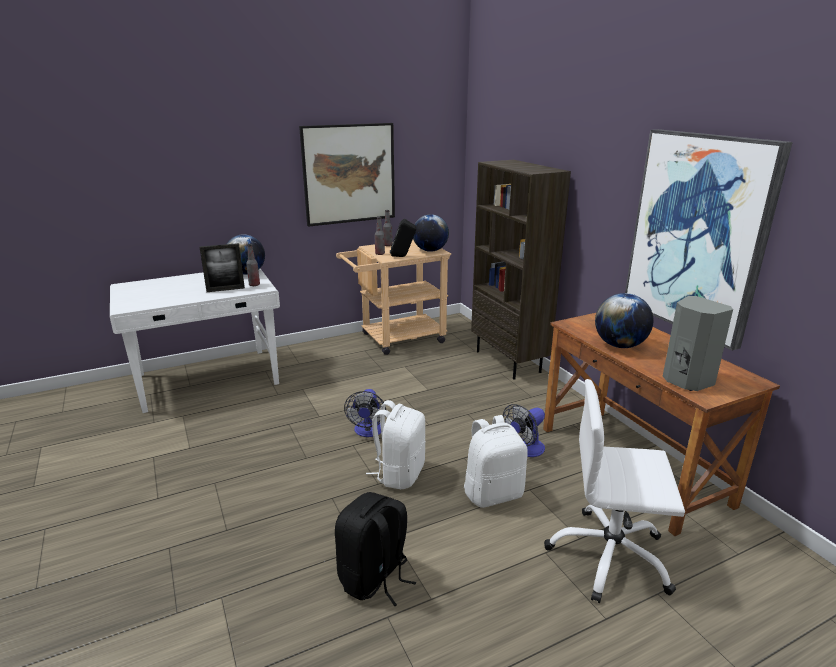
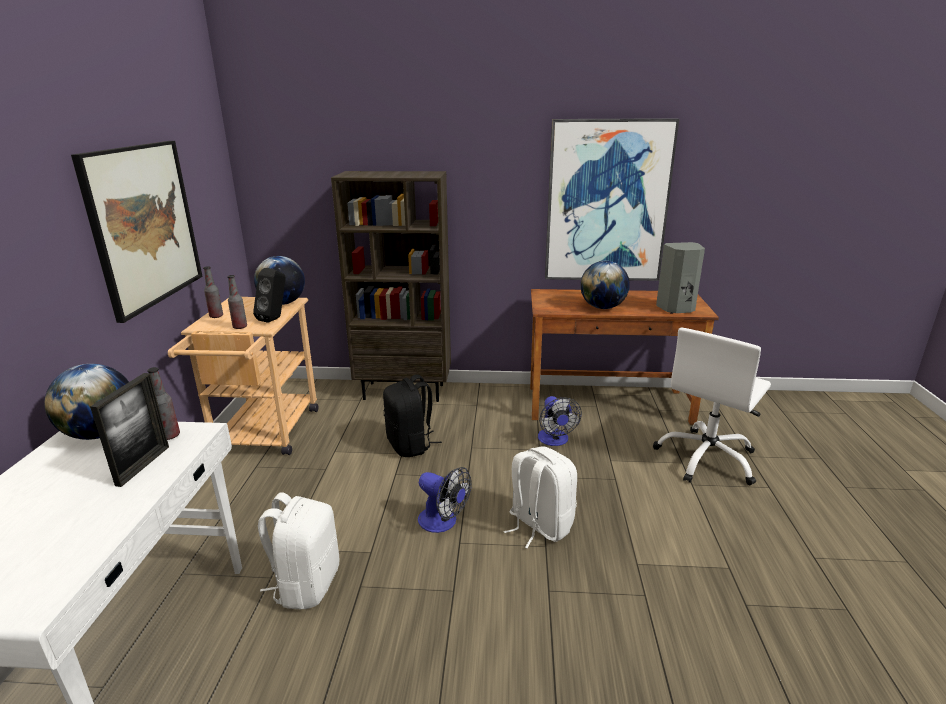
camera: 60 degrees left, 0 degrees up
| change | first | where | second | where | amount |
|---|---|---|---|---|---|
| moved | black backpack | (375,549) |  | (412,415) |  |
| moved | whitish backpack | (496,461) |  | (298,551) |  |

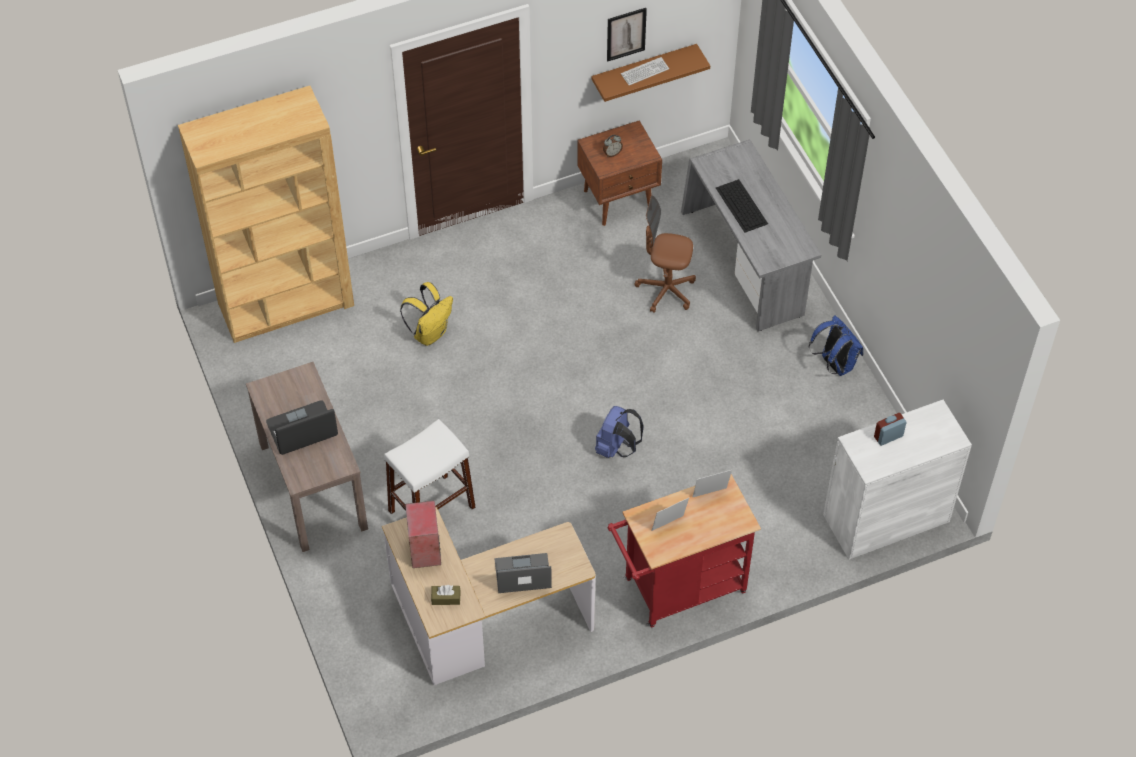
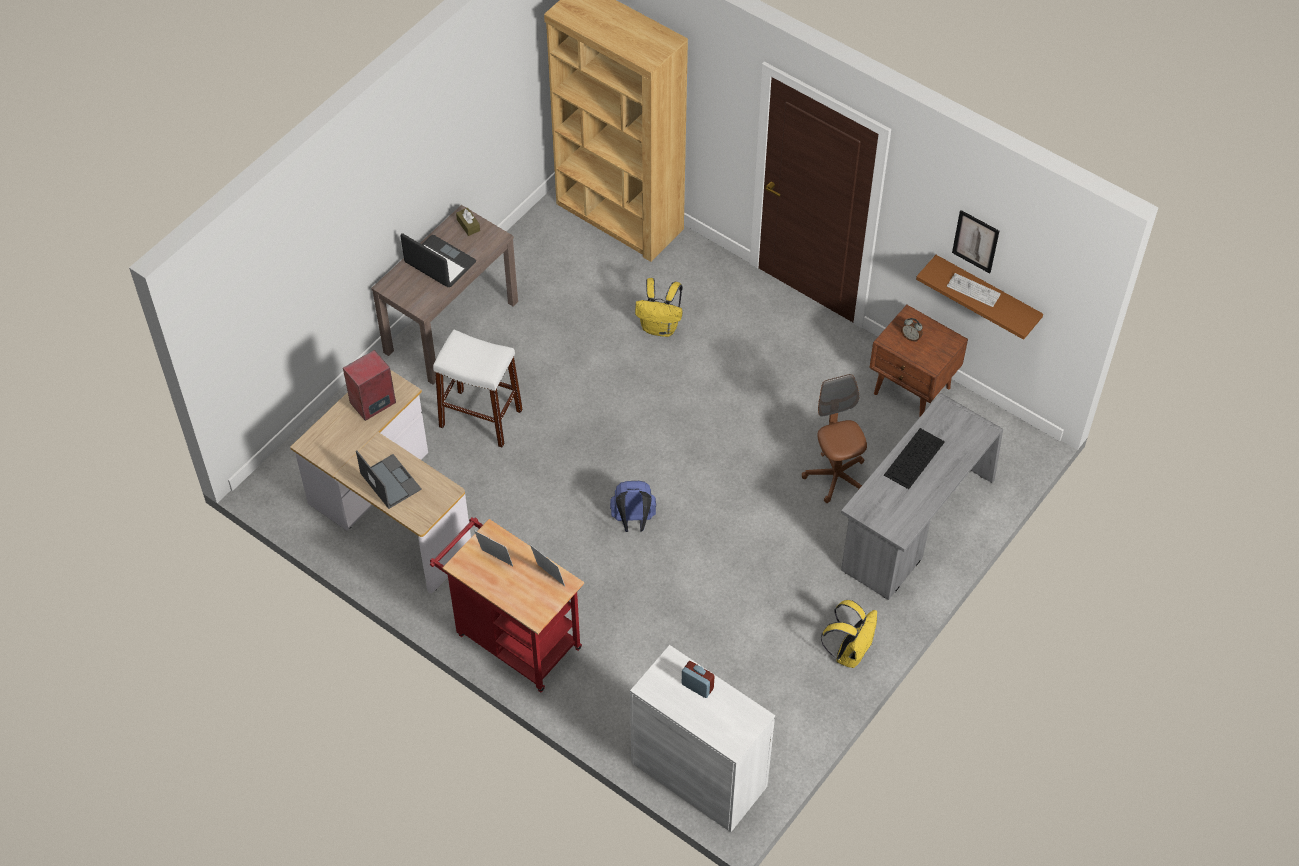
camera: 60 degrees right, 0 degrees up
| change | first | where | second | where | amount |
|---|---|---|---|---|---|
| moved | brown tissue holder | (445,595) |  | (468,222) |  |
| recoloured | blue backpack | (836,345) | yellow backpack | (849,634) |  |

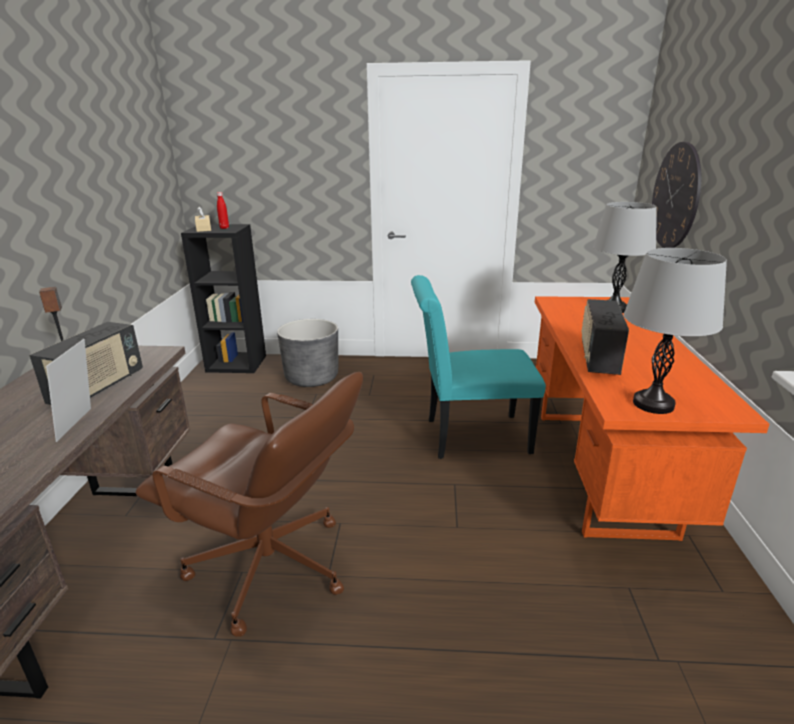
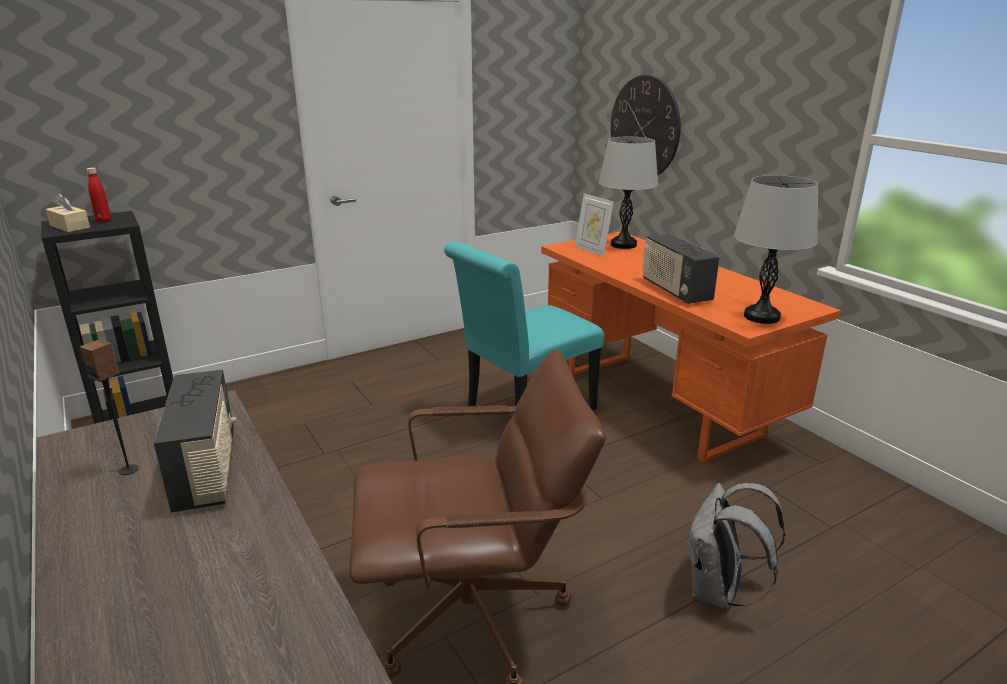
camera: 35 degrees left, 0 degrees up
| change | first | where | second | where | amount |
|---|---|---|---|---|---|
| removed | greyish plant pot | (307,353) |  |  |  |
| added |  |  | greyish backpack | (736,546) |  |
| moved | photo frame | (68,390) |  | (594,224) |  |

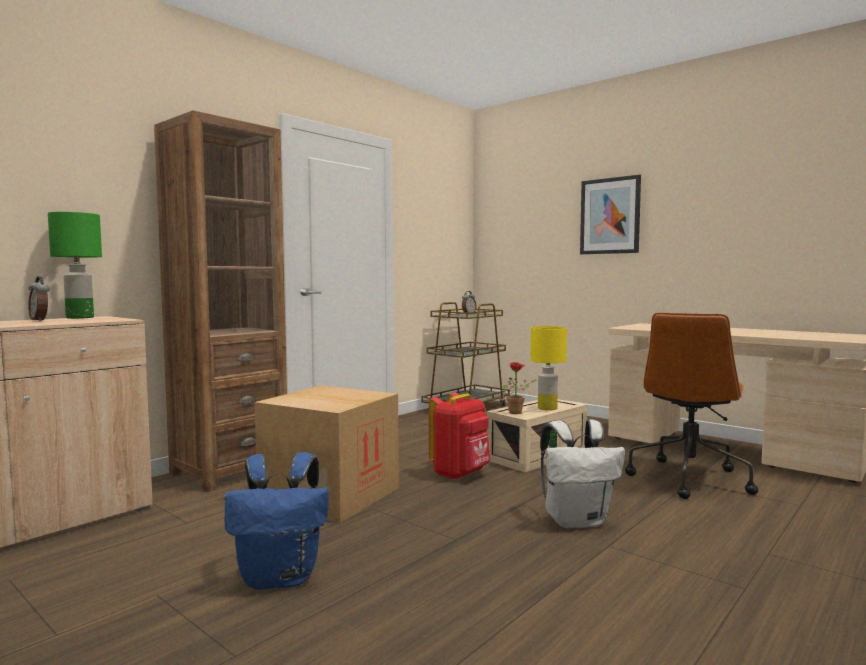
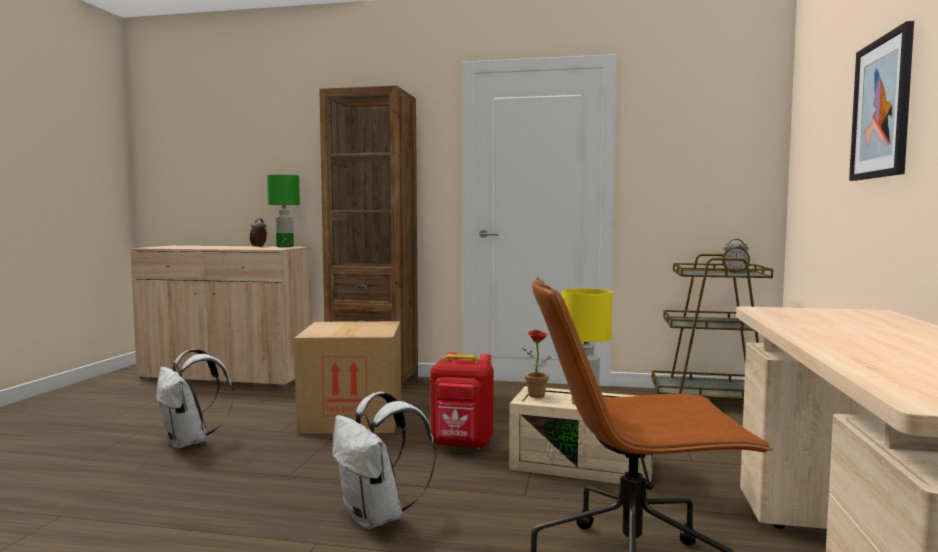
camera: 60 degrees right, 0 degrees up
| change | first | where | second | where | amount |
|---|---|---|---|---|---|
| recoloured | blue backpack | (276,521) | whitish backpack | (195,398) |  |

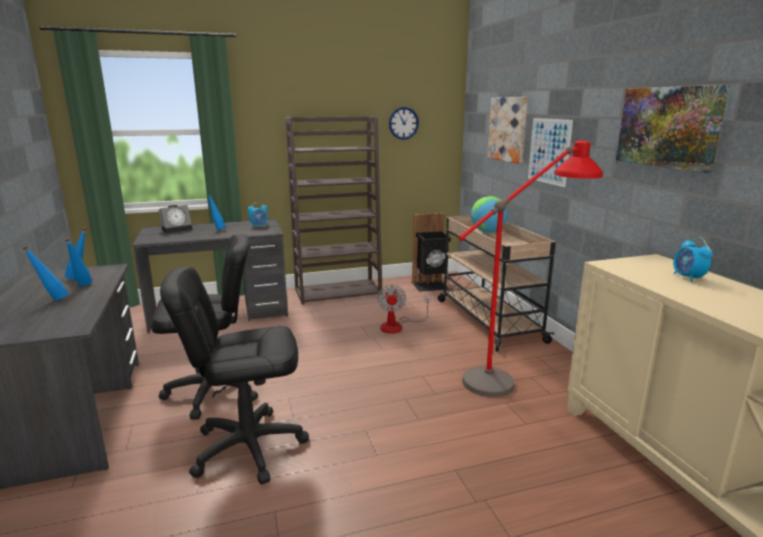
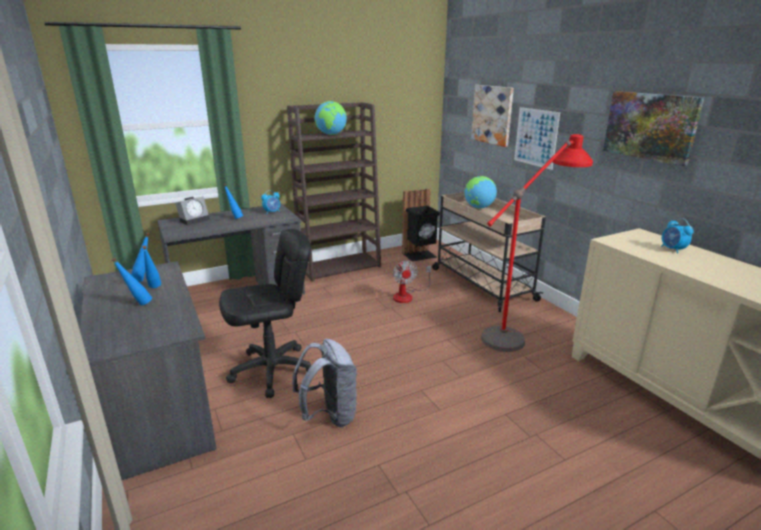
camera: 10 degrees left, 5 degrees up
| change | first | where | second | where | amount |
|---|---|---|---|---|---|
| removed | hanging clock | (404,123) |  |  |  |
| added |  |  | globe | (330,118) |  |
| replaced | black desk chair | (234,375) | greyish backpack | (325,383) |  |

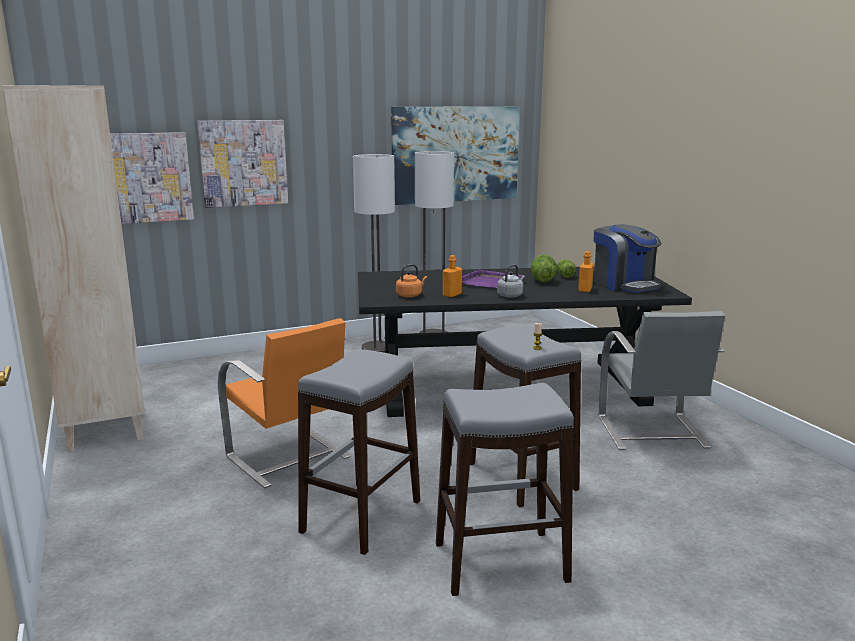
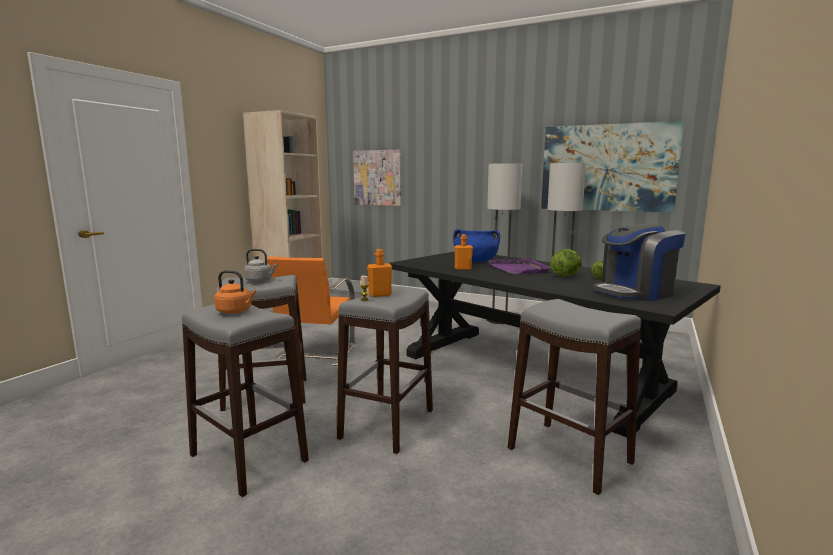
camera: 50 degrees right, 5 degrees down
| change | first | where | second | where | amount |
|---|---|---|---|---|---|
| removed | picture | (242,164) |  |  |  |
| added |  |  | blue cooking pot | (476,245) |  |
| moved | orangey tea kettle | (411,281) |  | (235,292) |  |
| moved | greyish tea kettle | (511,281) |  | (260,265) |  |
| moved | orangey drink bottle | (586,271) |  | (379,273) |  |
| replaced | greyish plain chair | (662,380) | greyish sitting stool | (575,397) |  |
| turned | coffee maker | (628,258) |  | (639,262) | 45 degrees clockwise |

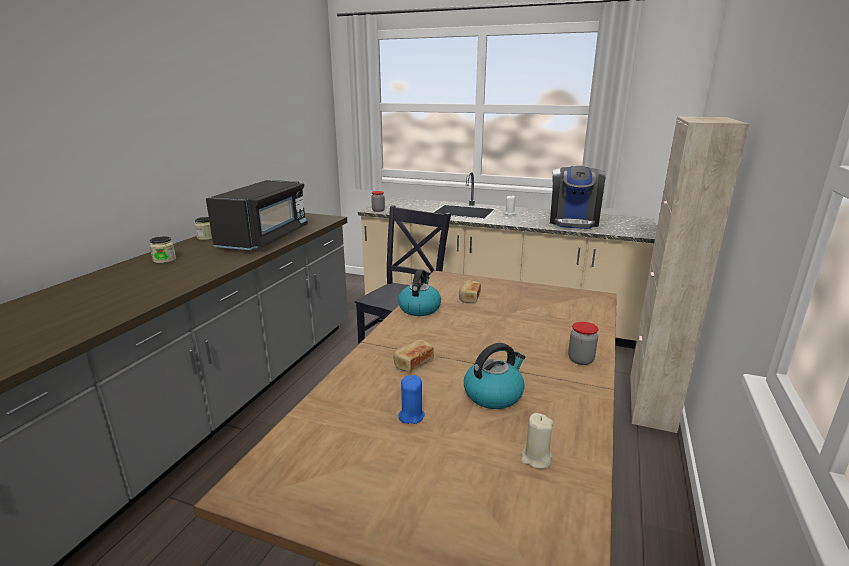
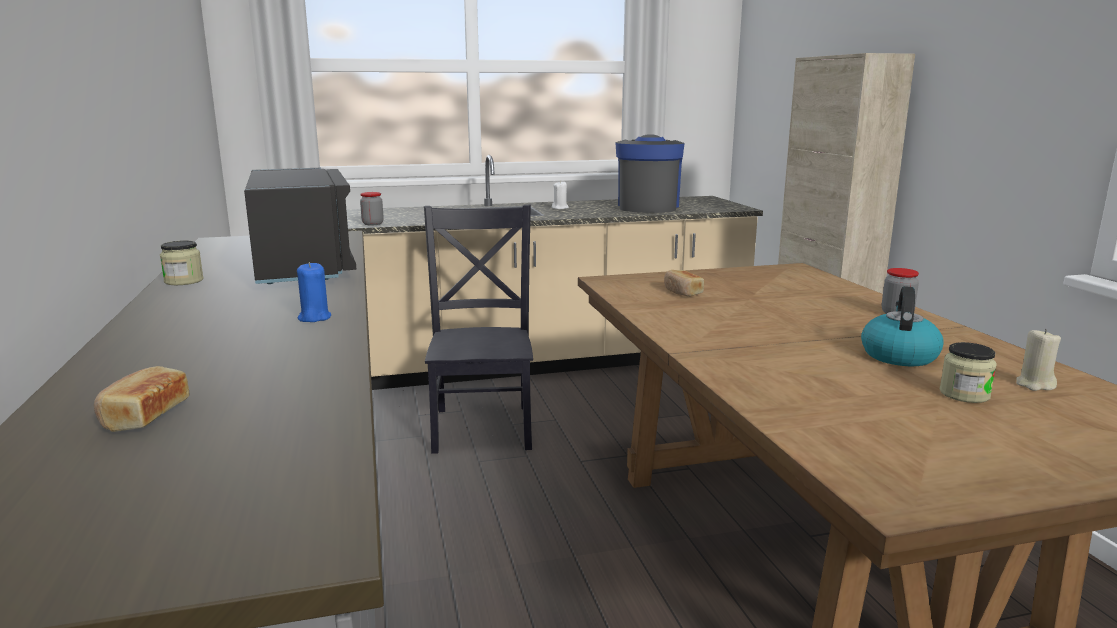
camera: 35 degrees left, 5 degrees down
| change | first | where | second | where | amount |
|---|---|---|---|---|---|
| removed | tea kettle | (419,292) |  |  |  |
| moved | storage jar | (163,249) |  | (968,372) |  |
| moved | bakery bread | (413,356) |  | (141,399) |  |
| moved | blue wax candle | (411,399) |  | (314,292) |  |
| turned | coffee maker | (578,197) |  | (650,174) | 150 degrees counterclockwise |

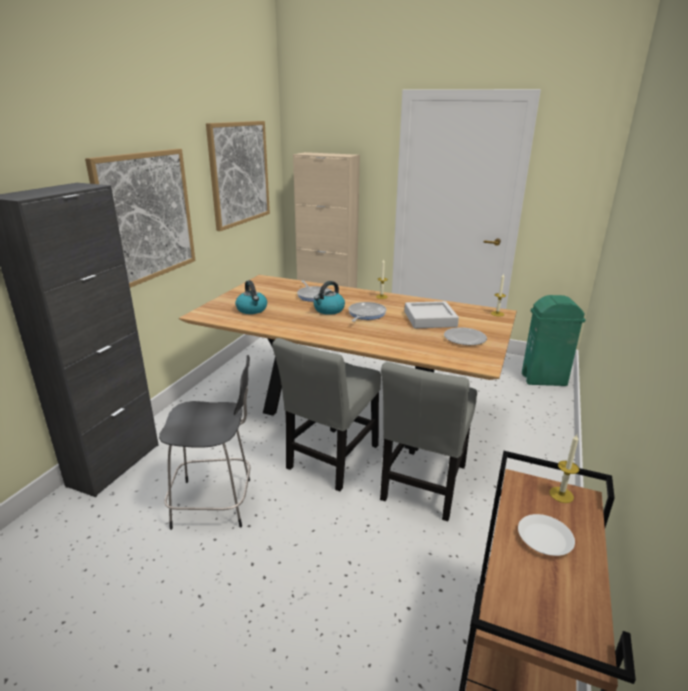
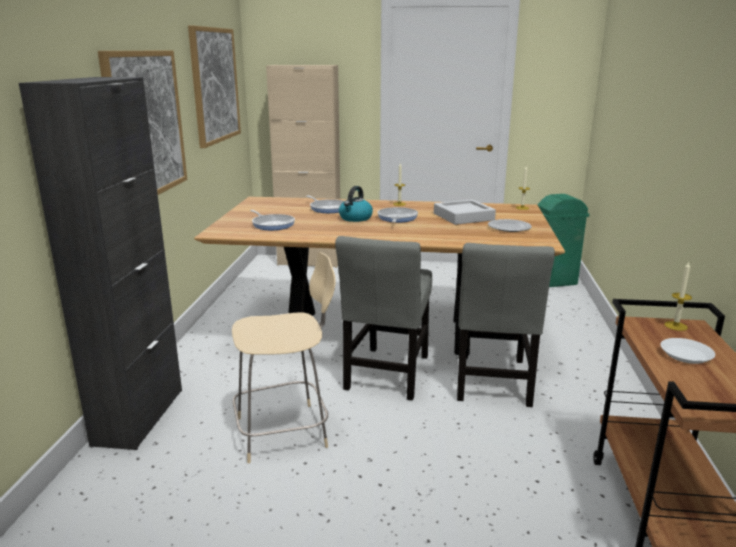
camera: 15 degrees left, 5 degrees down
| change | first | where | second | where | amount |
|---|---|---|---|---|---|
| replaced | tea kettle | (251,297) | pan | (272,220) |  |
| recoloured | black sitting stool | (204,442) | sand-coloured sitting stool | (284,357) |  |

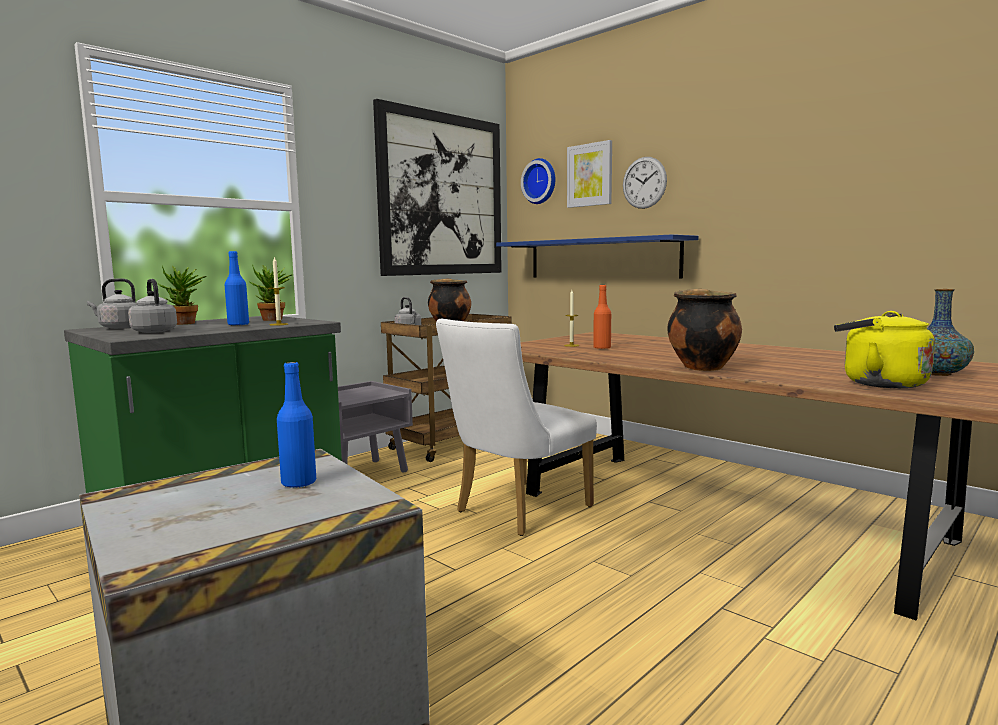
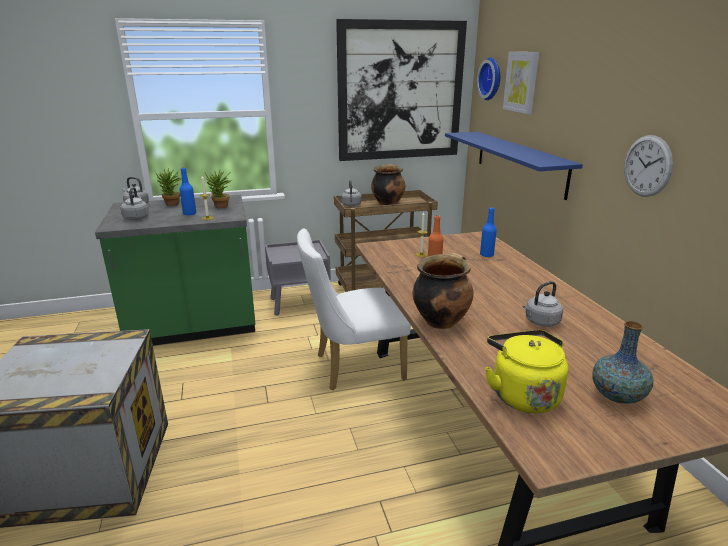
camera: 30 degrees right, 15 degrees up
| change | first | where | second | where | amount |
|---|---|---|---|---|---|
| added |  |  | greyish tea kettle | (543,304) |  |
| moved | blue drink bottle | (296,425) |  | (488,232) |  |
| moved | hanging clock | (645,183) |  | (648,166) |  |

